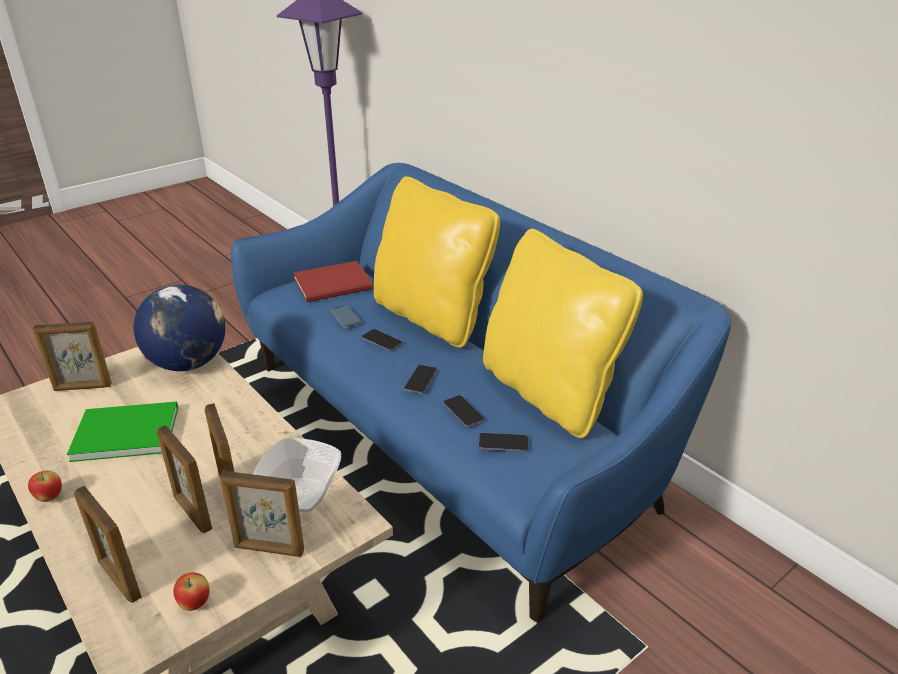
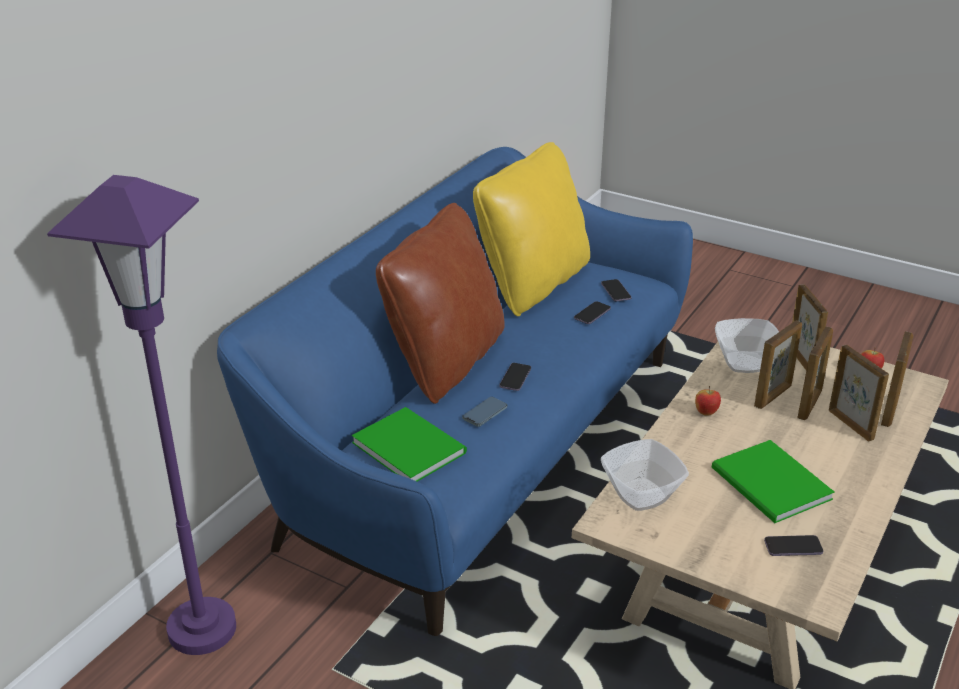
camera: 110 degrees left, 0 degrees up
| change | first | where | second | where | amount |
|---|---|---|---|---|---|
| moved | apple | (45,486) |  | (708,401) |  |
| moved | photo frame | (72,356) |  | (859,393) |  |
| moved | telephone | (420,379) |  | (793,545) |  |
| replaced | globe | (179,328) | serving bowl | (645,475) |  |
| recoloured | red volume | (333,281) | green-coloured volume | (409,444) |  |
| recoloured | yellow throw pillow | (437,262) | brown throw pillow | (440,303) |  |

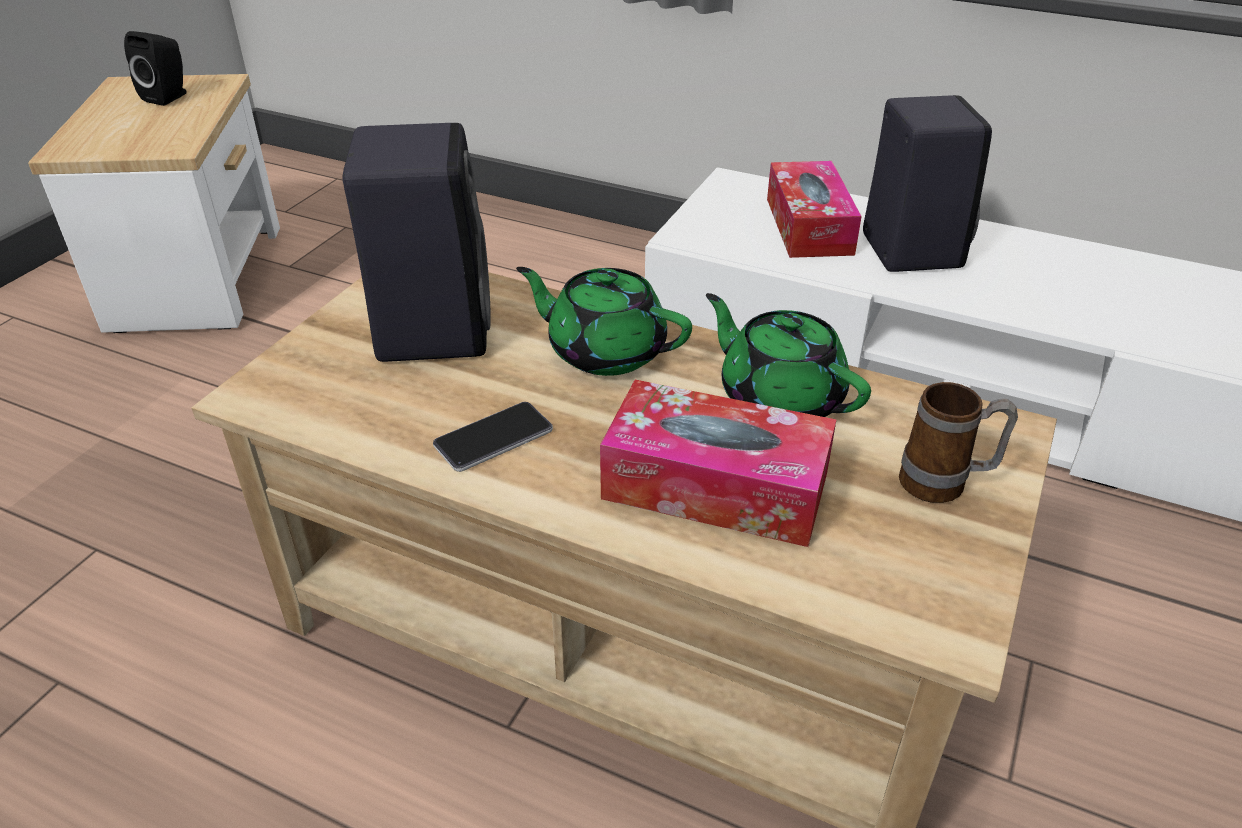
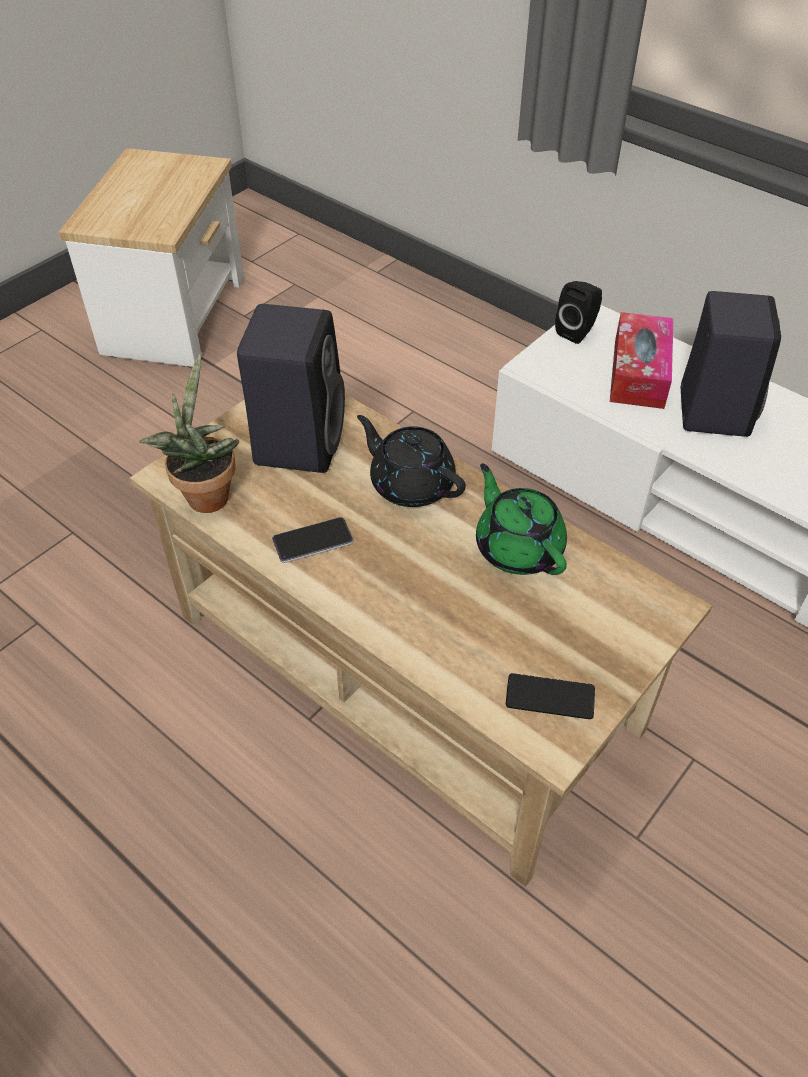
camera: 15 degrees right, 10 degrees up
| change | first | where | second | where | amount |
|---|---|---|---|---|---|
| removed | tissue holder | (718,463) |  |  |  |
| removed | coffee mug | (958,442) |  |  |  |
| added |  |  | houseplant | (189,433) |  |
| added |  |  | telephone | (550,696) |  |
| moved | black audio speaker | (155,68) |  | (578,312) |  |
| recoloured | green-coloured teapot | (604,321) | black teapot | (411,461) |  |

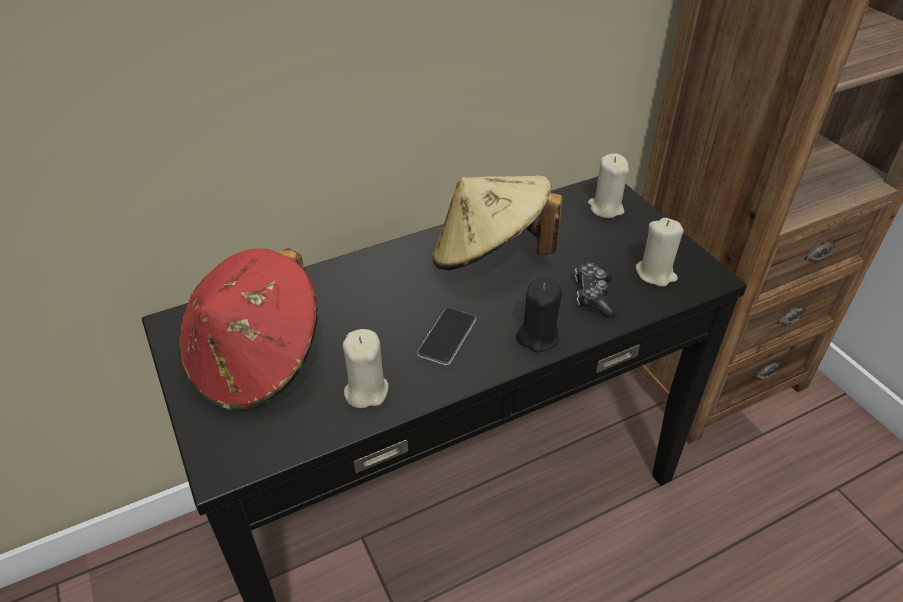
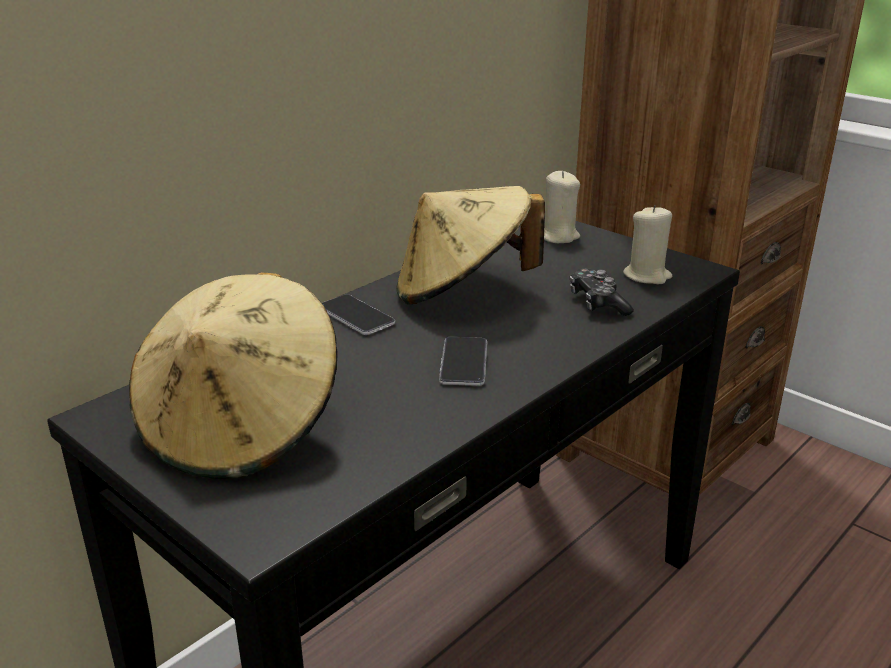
camera: 20 degrees left, 15 degrees down
| change | first | where | second | where | amount |
|---|---|---|---|---|---|
| removed | sand-coloured wax candle | (366,368) |  |  |  |
| removed | black wax candle | (539,314) |  |  |  |
| added |  |  | telephone | (358,314) |  |
| recoloured | red wearable hat | (248,329) | sand-coloured wearable hat | (233,375) |  |

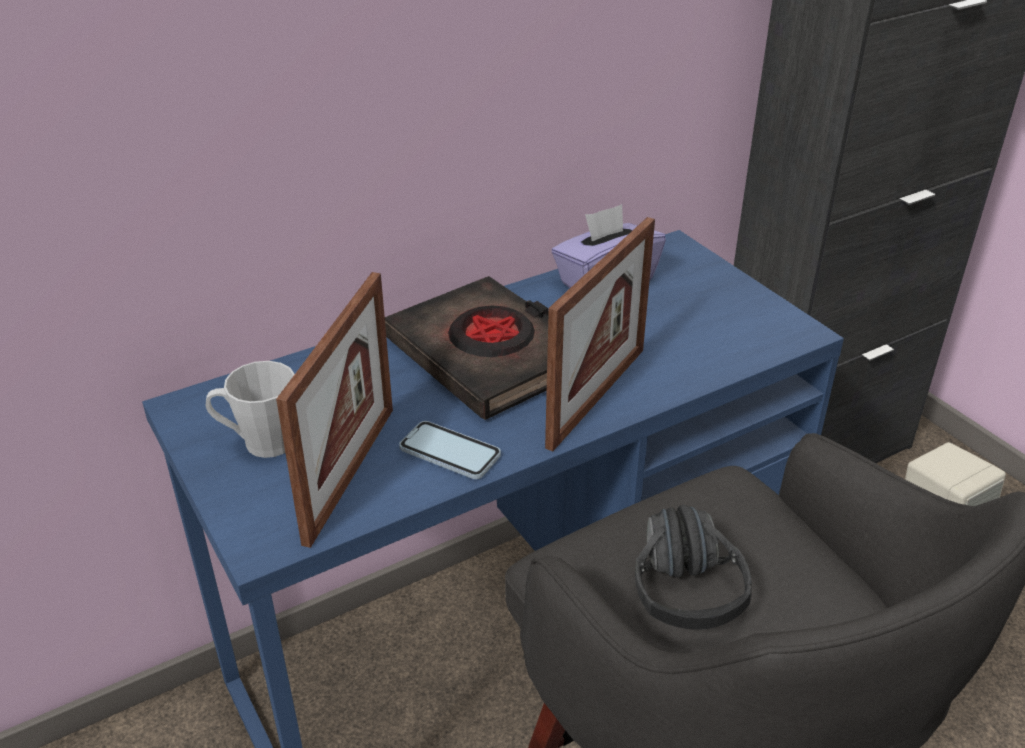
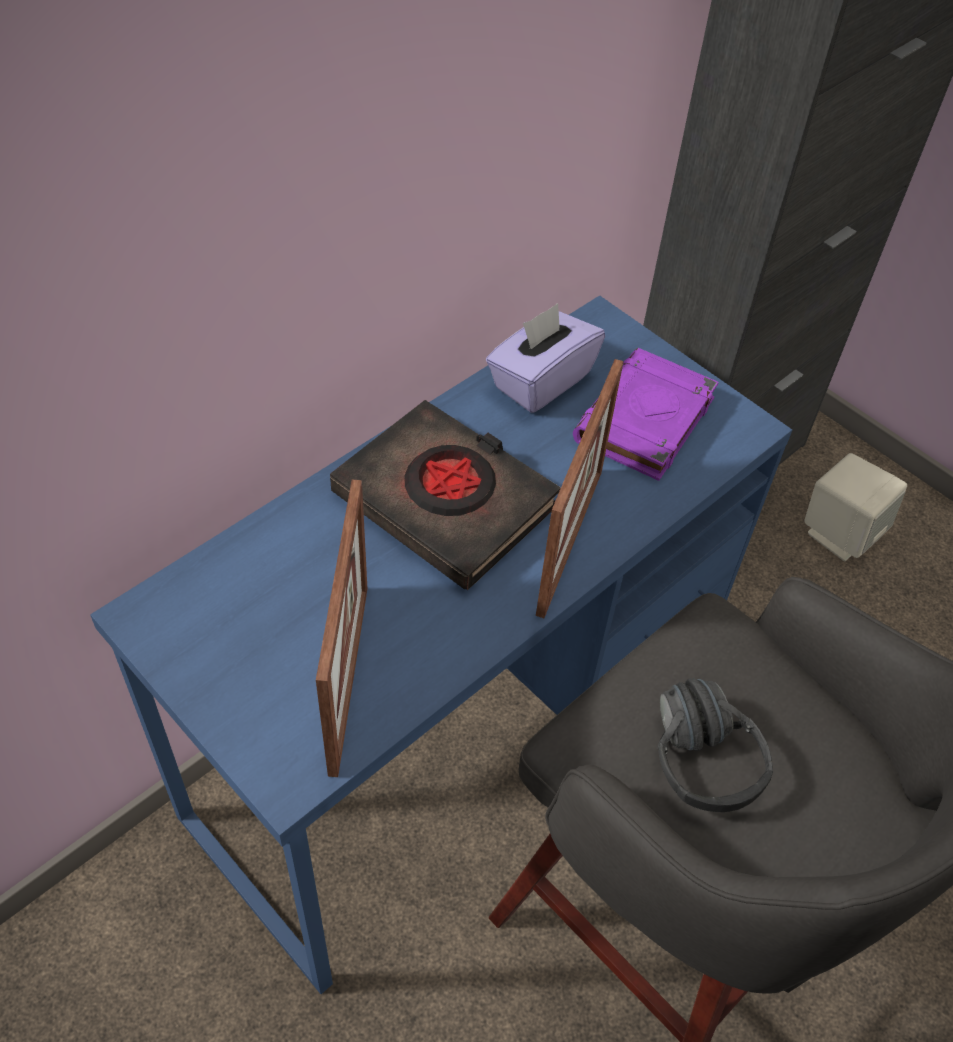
camera: 15 degrees left, 15 degrees up
| change | first | where | second | where | amount |
|---|---|---|---|---|---|
| removed | greyish coffee mug | (250,409) |  |  |  |
| removed | telephone | (450,450) |  |  |  |
| added |  |  | purplish volume | (646,414) |  |

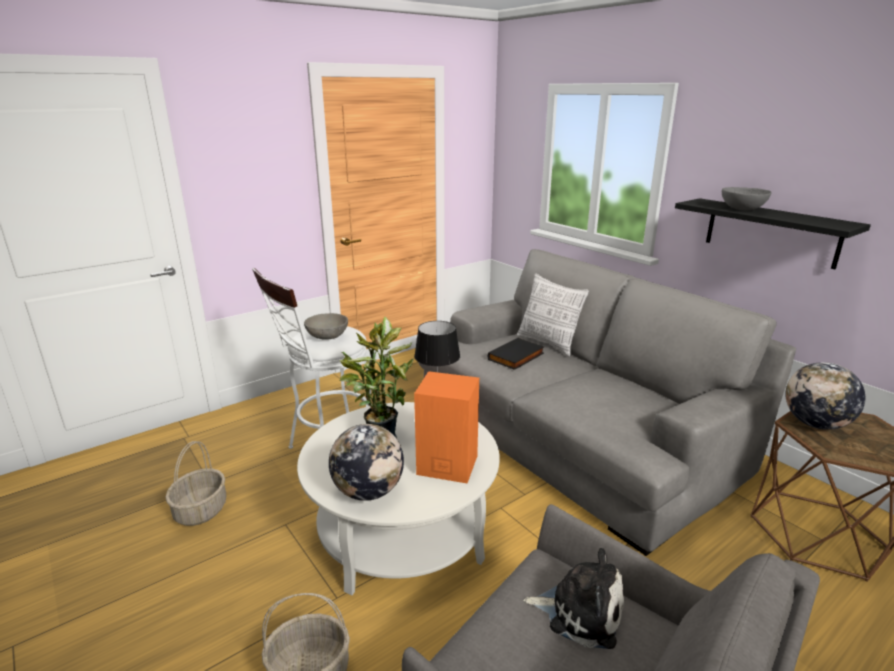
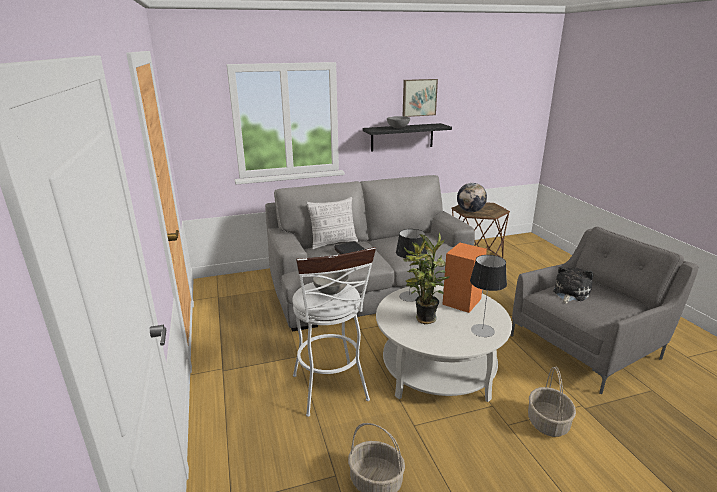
camera: 70 degrees left, 0 degrees up
| change | first | where | second | where | amount |
|---|---|---|---|---|---|
| added |  |  | picture | (420,98) |  |
| replaced | globe | (366,462) | lamp for a table | (488,296) |  |

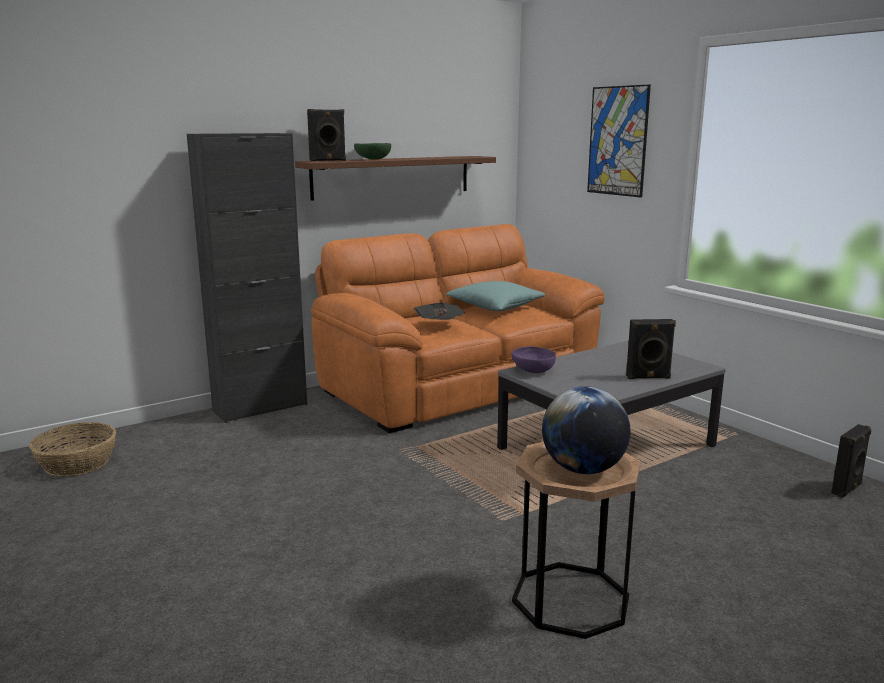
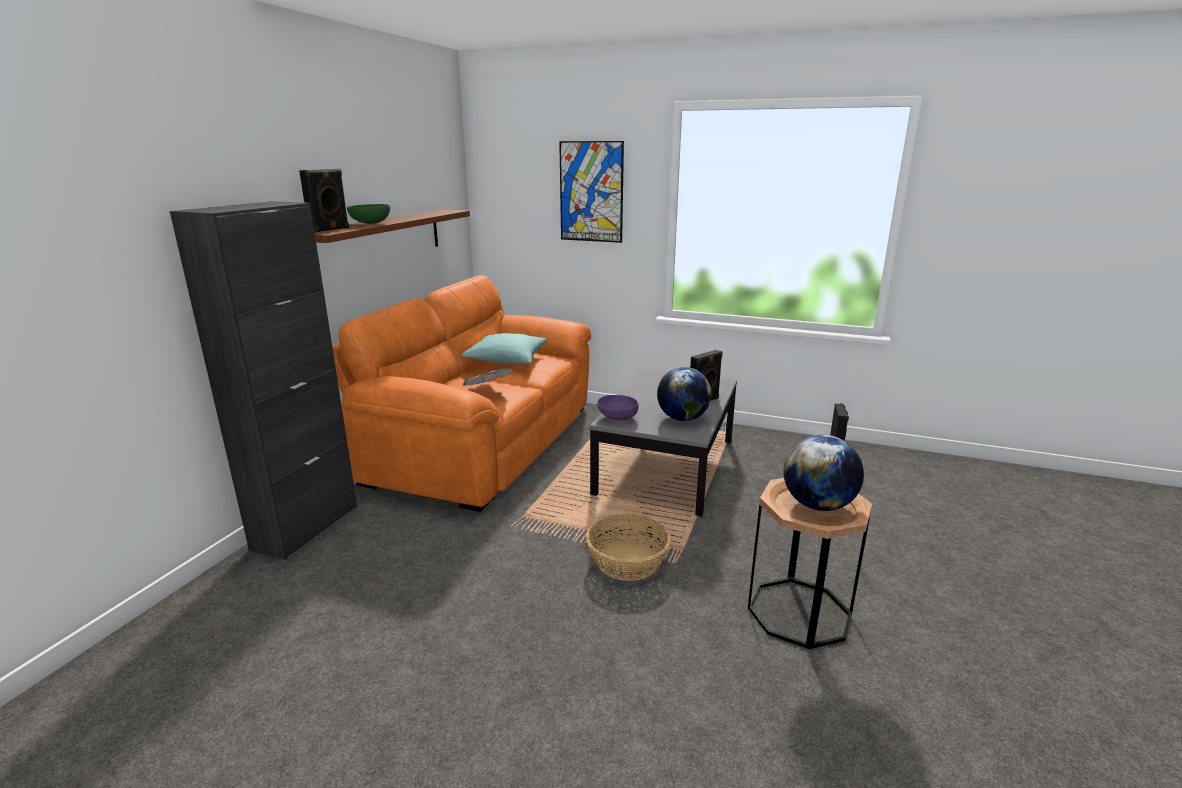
camera: 35 degrees left, 5 degrees up
| change | first | where | second | where | amount |
|---|---|---|---|---|---|
| added |  |  | globe | (684,394) |  |
| moved | storage basket | (72,449) |  | (628,547) |  |

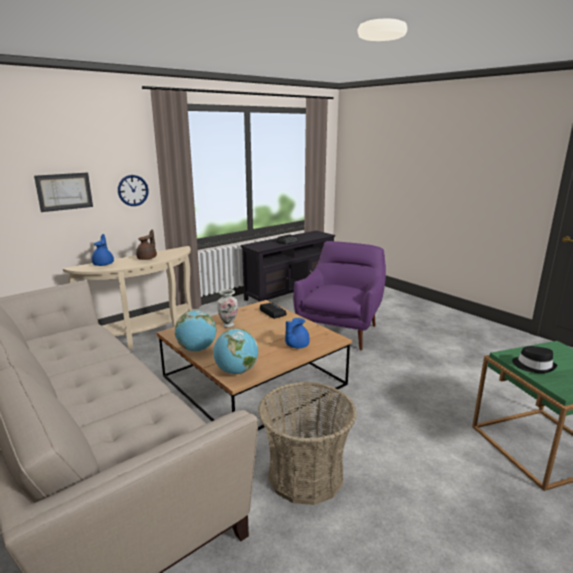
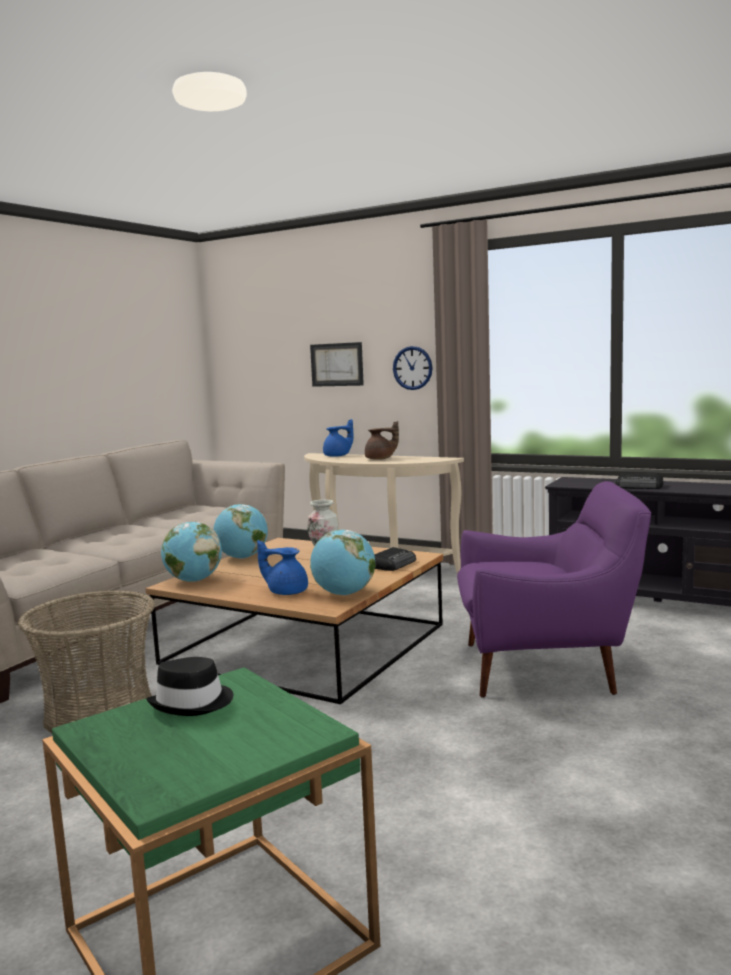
camera: 70 degrees right, 10 degrees down
| change | first | where | second | where | amount |
|---|---|---|---|---|---|
| added |  |  | globe | (342,562) |  |

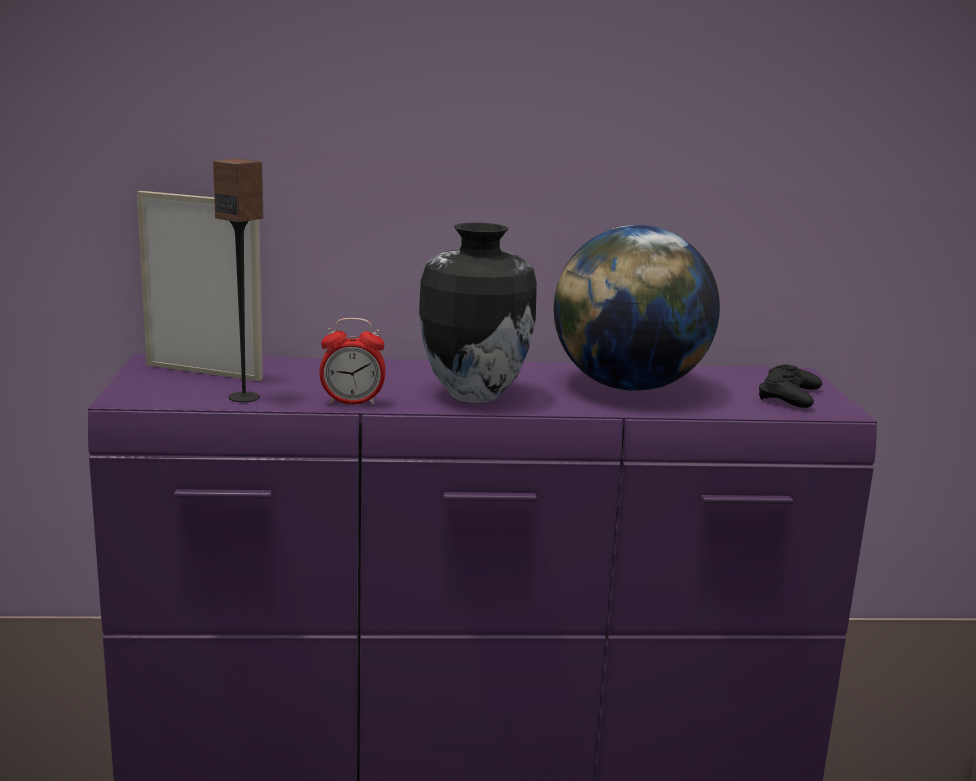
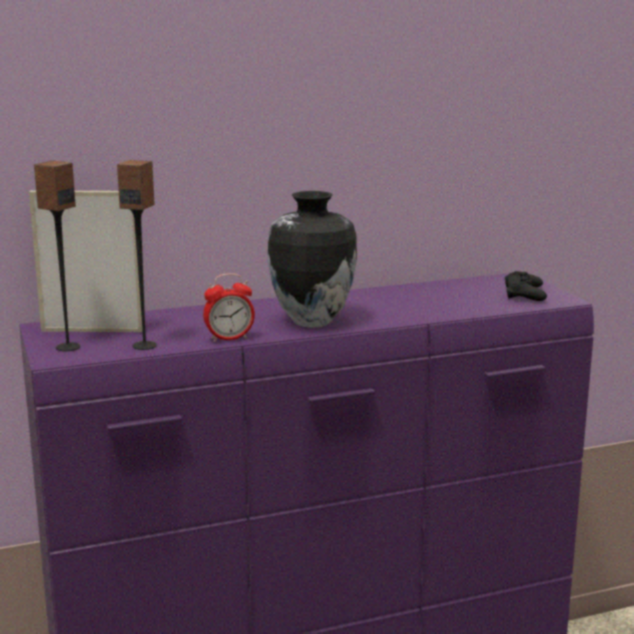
camera: 15 degrees left, 0 degrees up
| change | first | where | second | where | amount |
|---|---|---|---|---|---|
| removed | globe | (637,308) |  |  |  |
| added |  |  | audio speaker | (57,256) |  |

